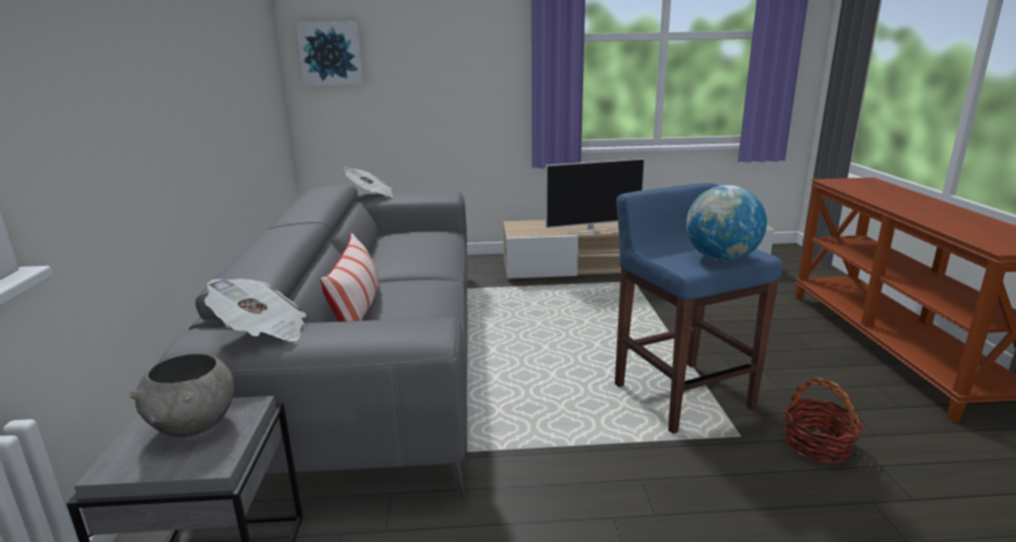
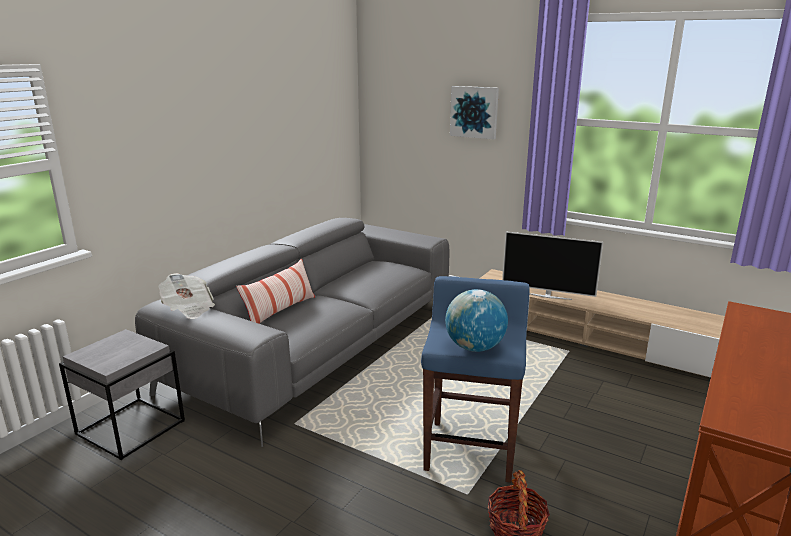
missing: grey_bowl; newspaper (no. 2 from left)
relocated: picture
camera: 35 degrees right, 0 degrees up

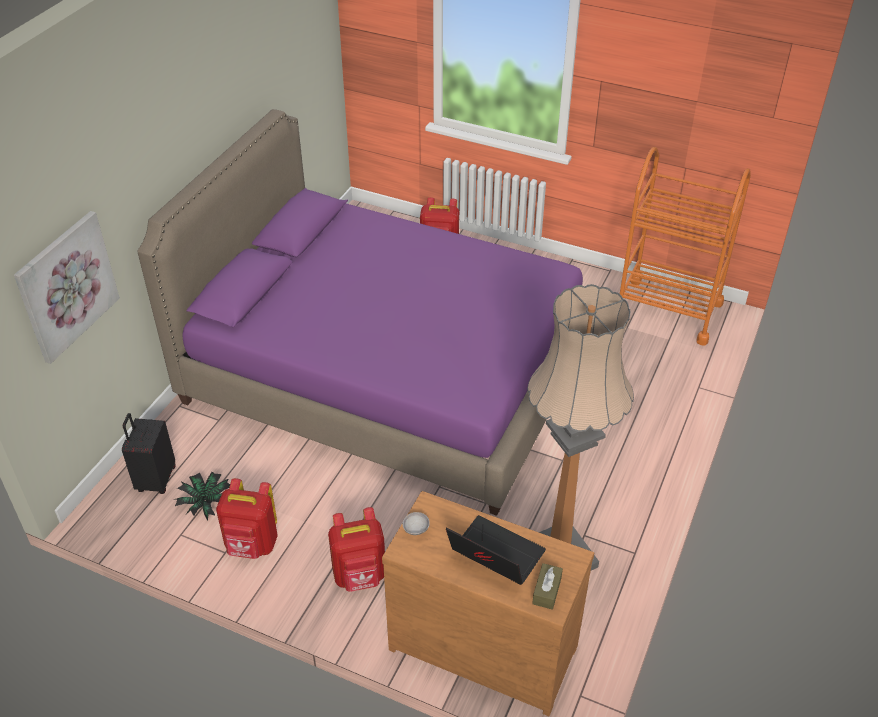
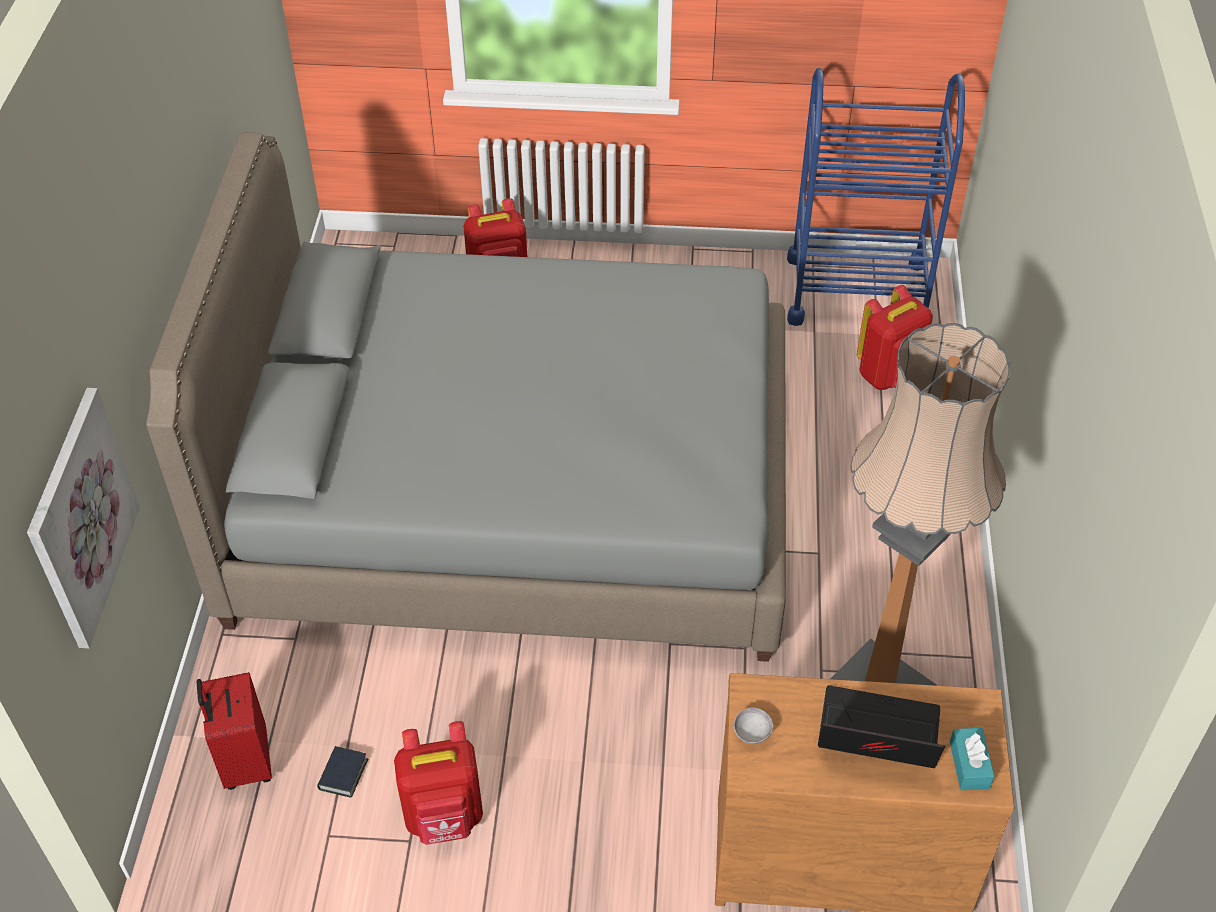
relocated: red_backpack (no. 2 from left in the first image) to red_backpack (no. 3 from left)
exchanged: potted_plant to book
colour: purple_bed to grey_bed; black_suitcase to red_suitcase; orange_cart to blue_cart; brown_tissue_box to turquoise_tissue_box
camera: 20 degrees left, 5 degrees up

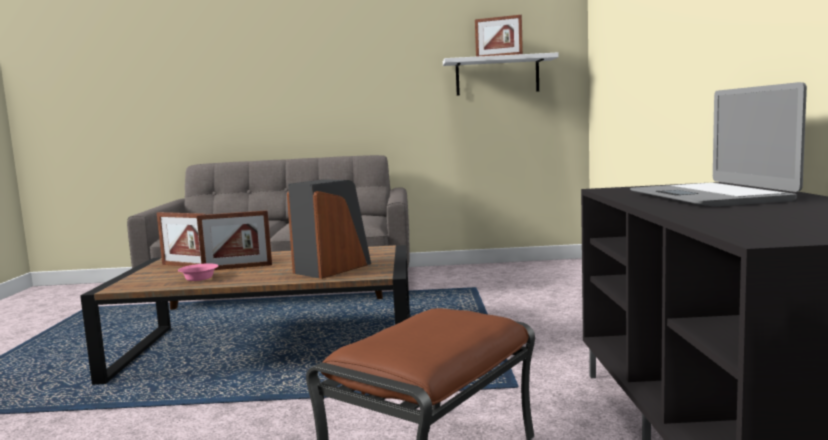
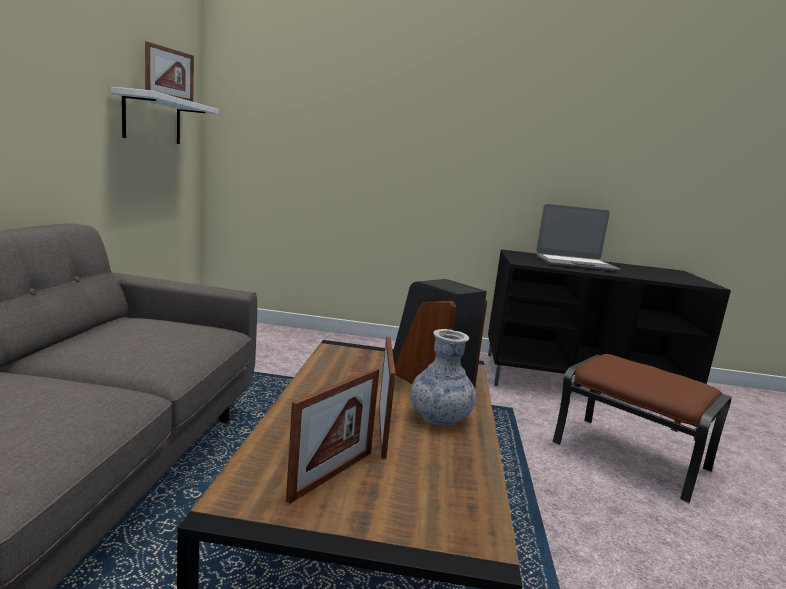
missing: pink_bowl
appeared: vase
camera: 85 degrees left, 5 degrees up

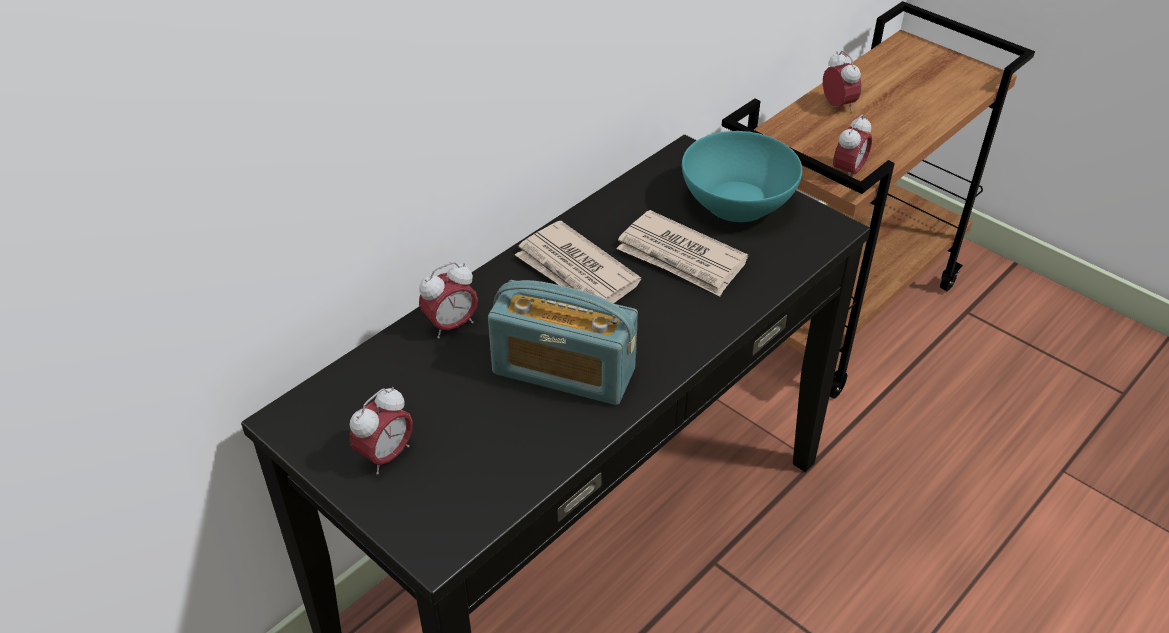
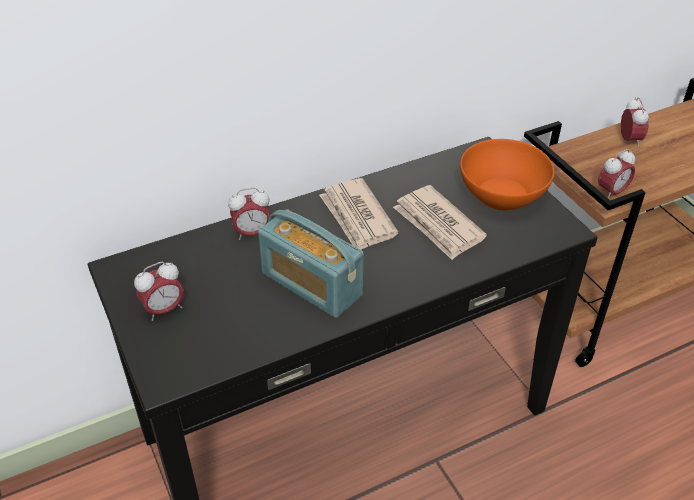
colour: turquoise_bowl to orange_bowl
camera: 20 degrees right, 0 degrees up

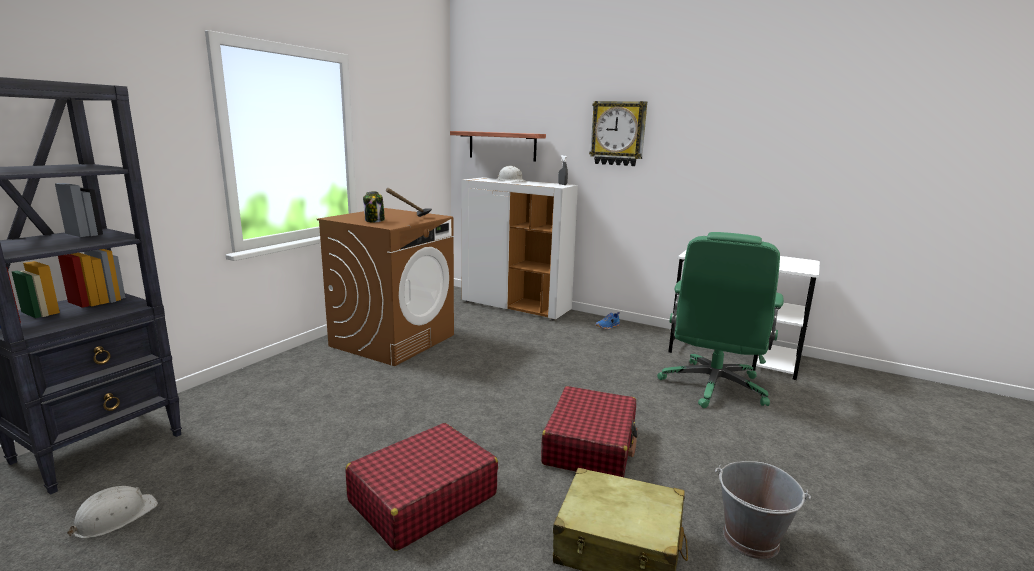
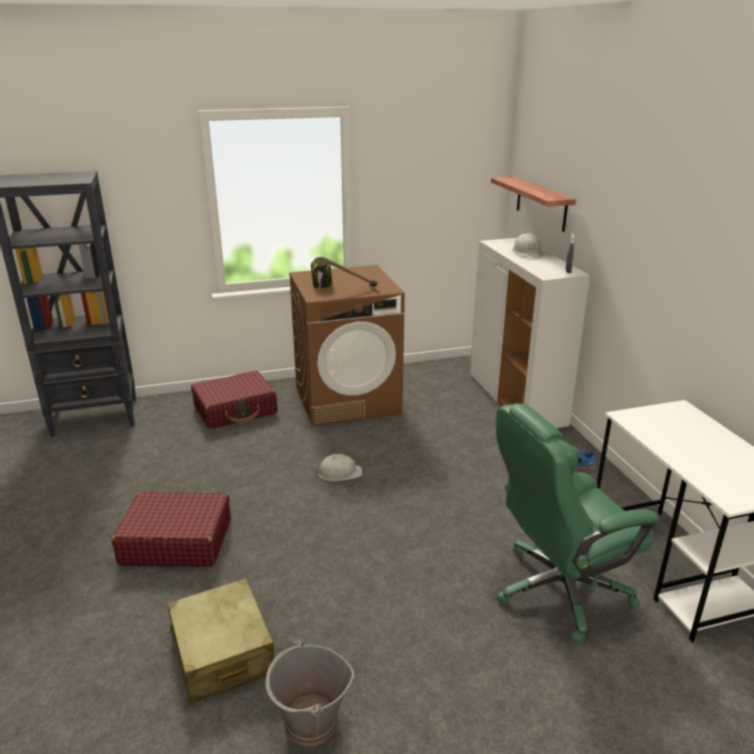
missing: wall_clock
relocated: red_suitcase (no. 2 from left); white_hard_hat (no. 1 from left)
camera: 45 degrees right, 10 degrees up

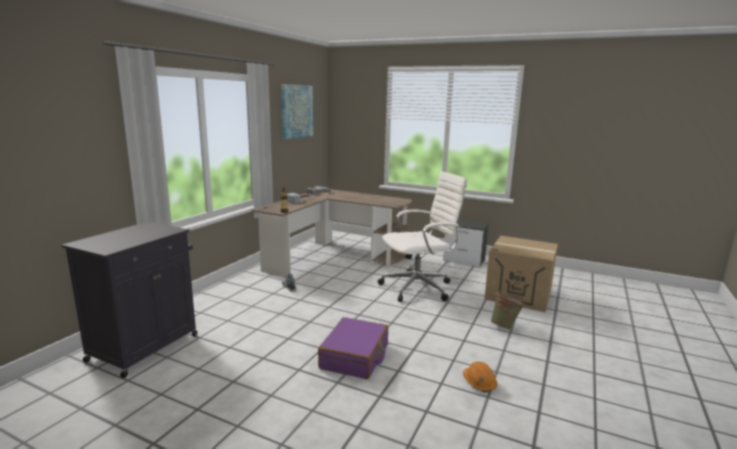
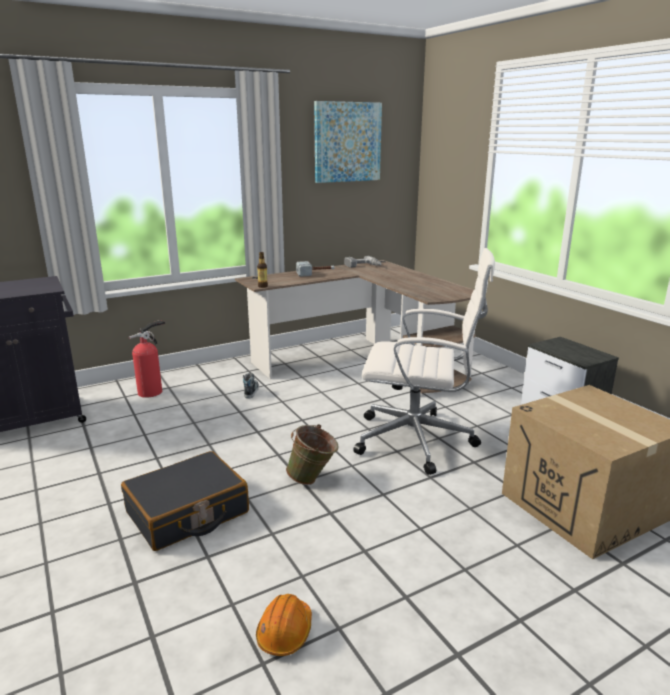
appeared: fire_extinguisher
relocated: green_bucket
colour: purple_suitcase to black_suitcase
camera: 35 degrees right, 5 degrees up

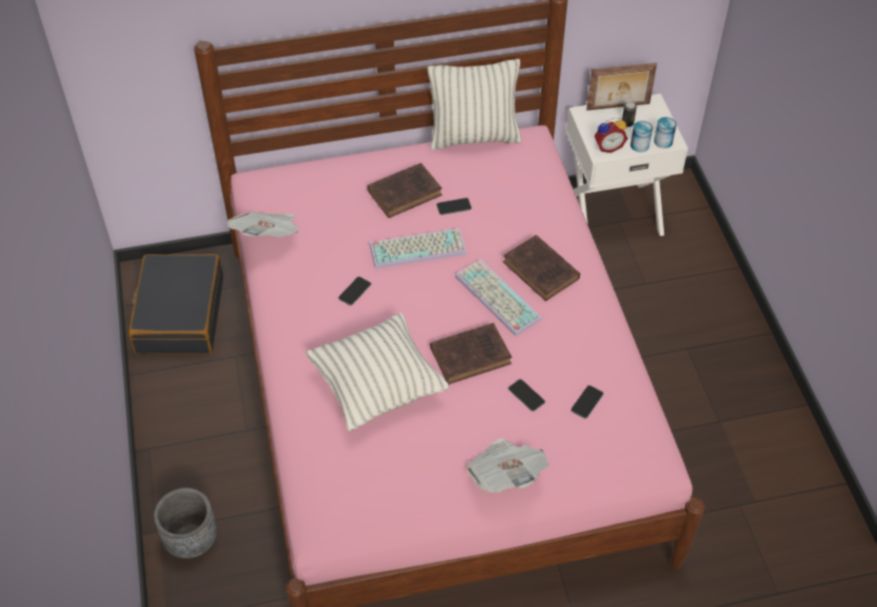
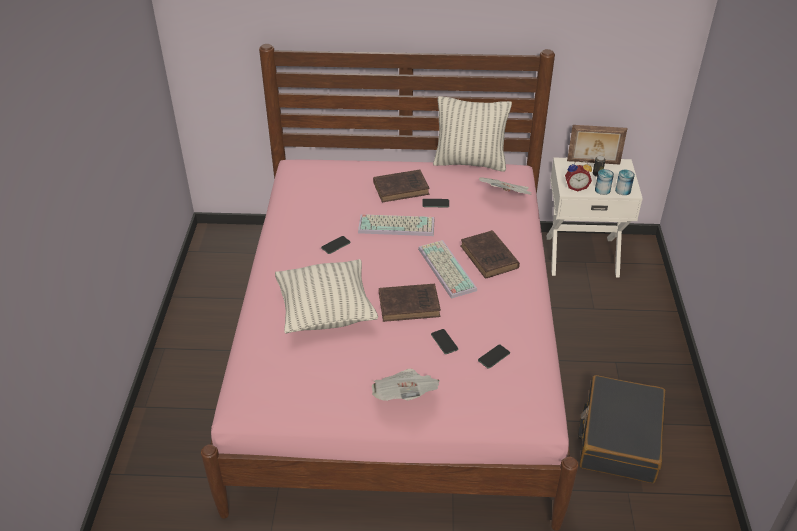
missing: grey_planter
relocated: newspaper (no. 1 from left in the first image) to newspaper (no. 2 from left); black_suitcase
camera: 15 degrees right, 10 degrees down

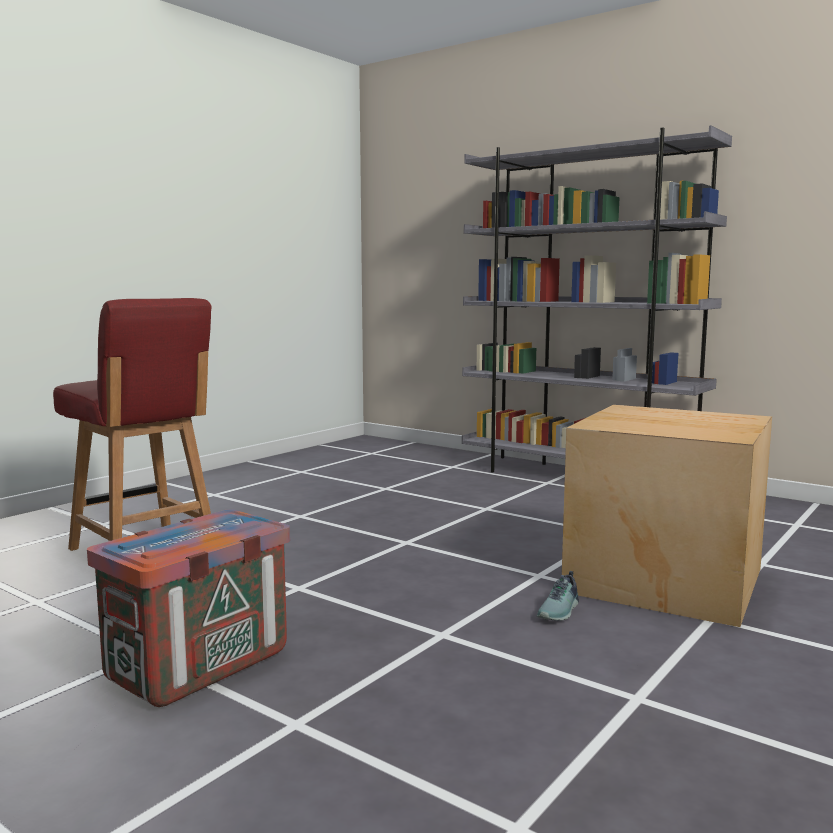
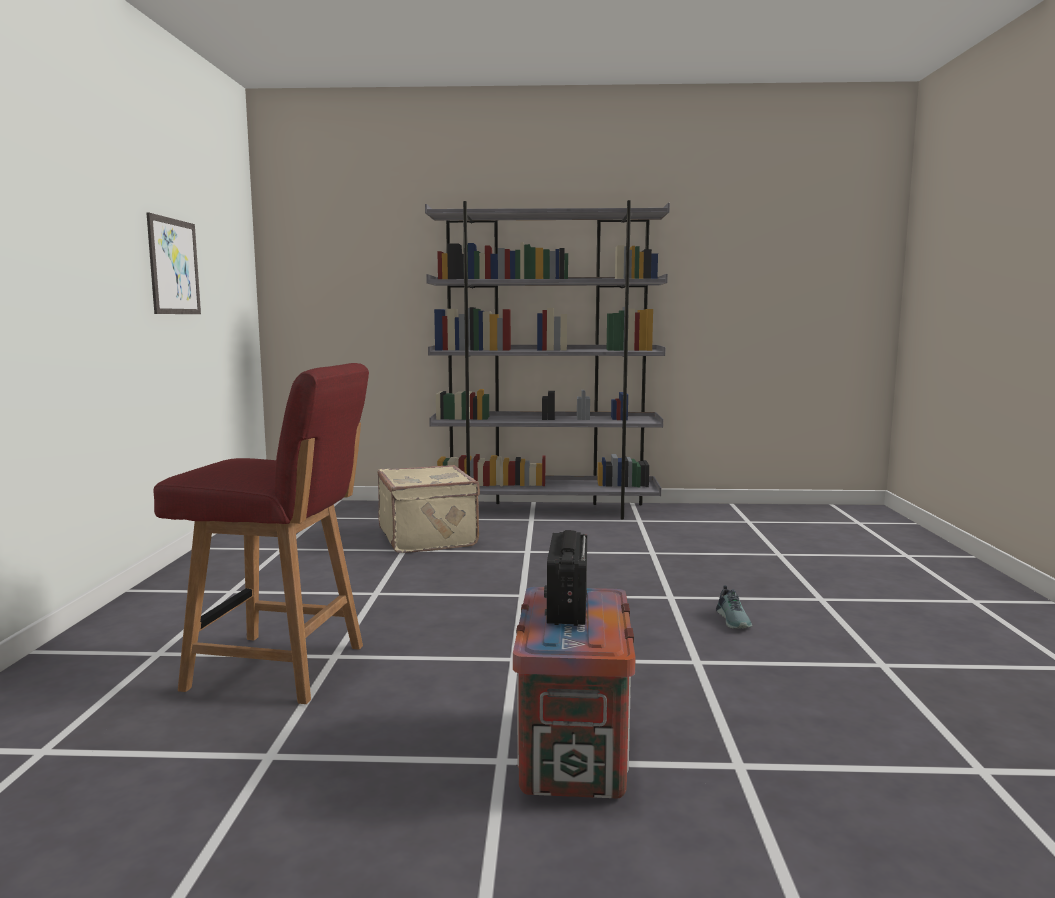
missing: cardboard_box
appeared: picture; beige_suitcase; radio
camera: 35 degrees left, 0 degrees up

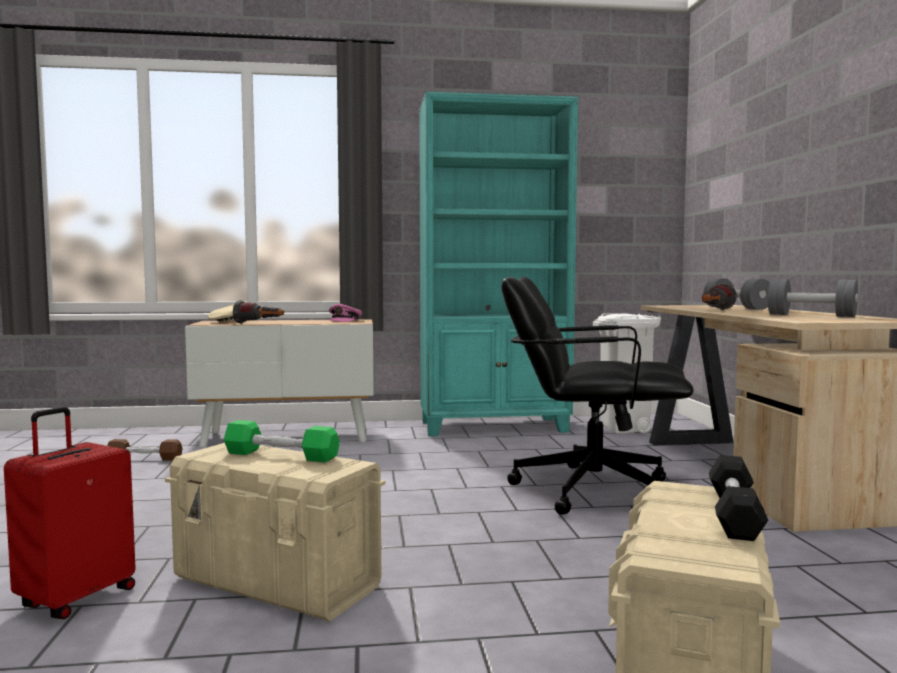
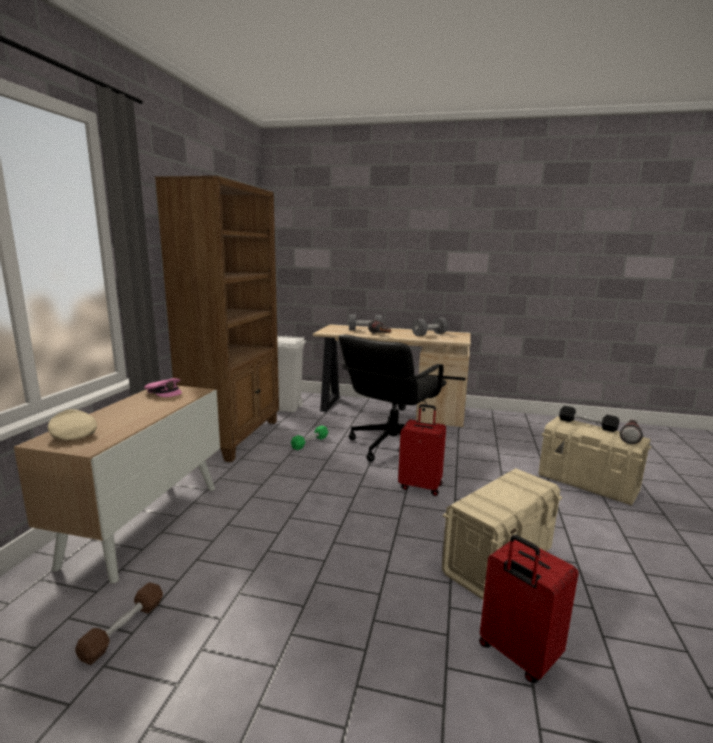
appeared: red_suitcase (no. 1 from left)
relocated: green_dumbbell; flashlight (no. 1 from left in the first image) to flashlight (no. 2 from left)
colour: turquoise_bookcase to brown_bookcase
camera: 70 degrees left, 10 degrees up

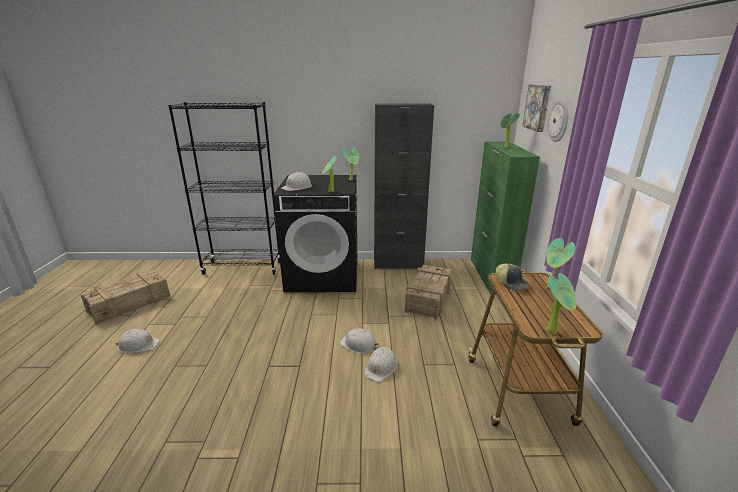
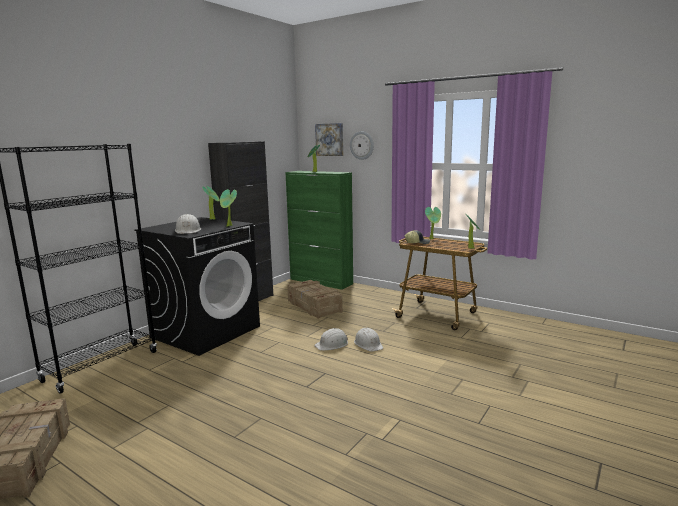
missing: white_hard_hat (no. 1 from left)
camera: 55 degrees left, 10 degrees down

